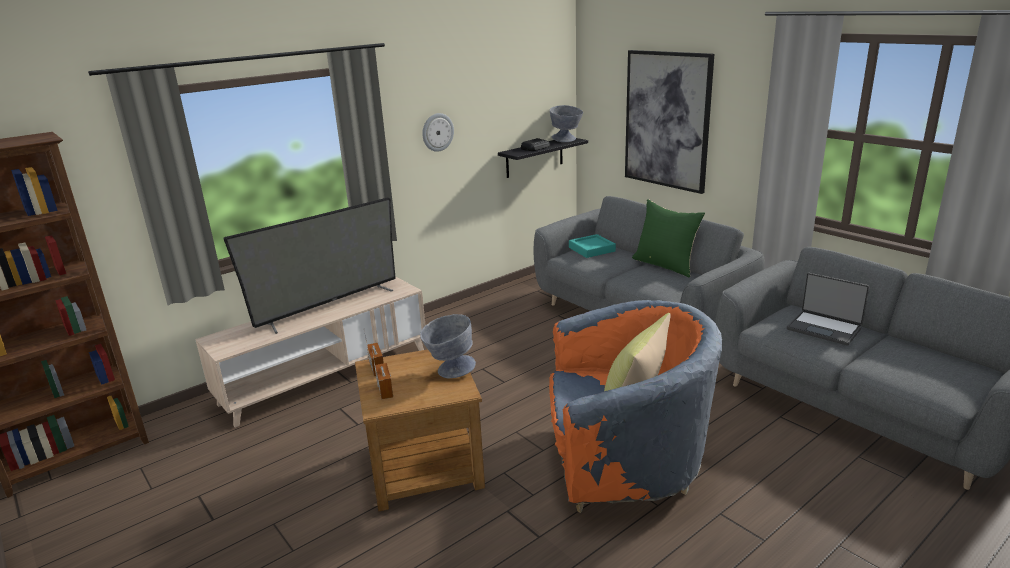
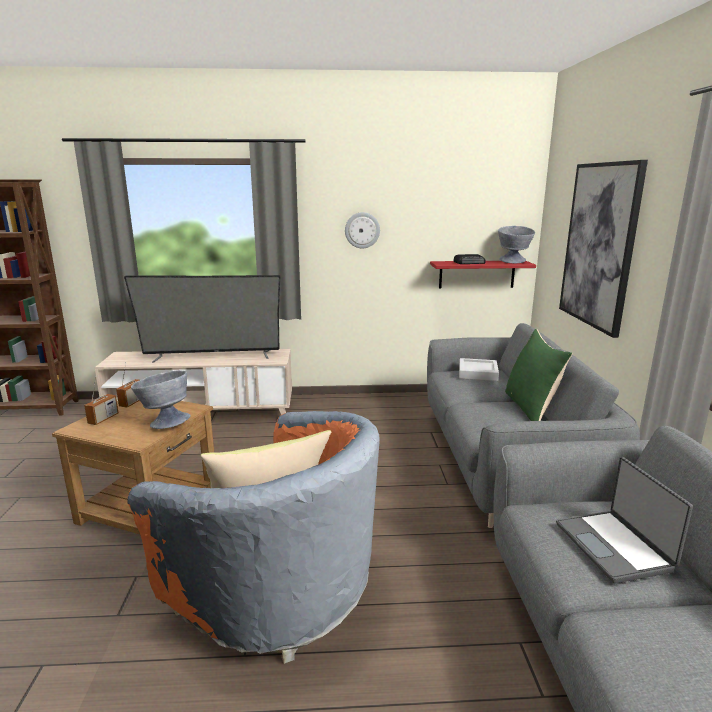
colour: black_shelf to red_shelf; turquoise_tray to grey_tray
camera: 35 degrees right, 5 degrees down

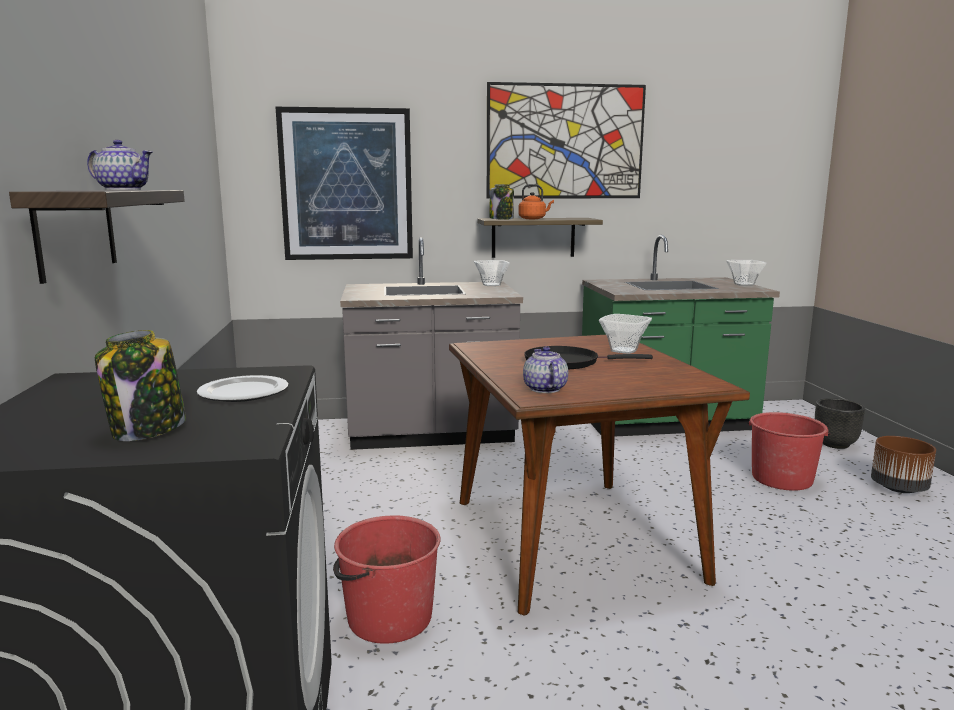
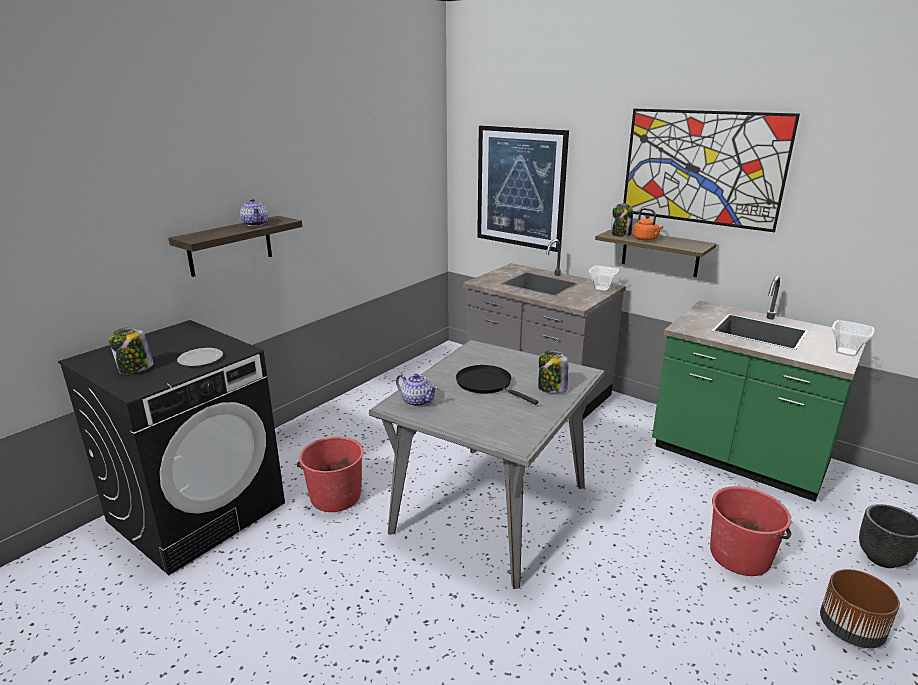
exchanged: bowl (no. 2 from left) to jar (no. 2 from left)
colour: brown_dining_table to grey_dining_table
spun: teapot (no. 2 from left) 90 degrees clockwise
camera: 45 degrees right, 10 degrees up

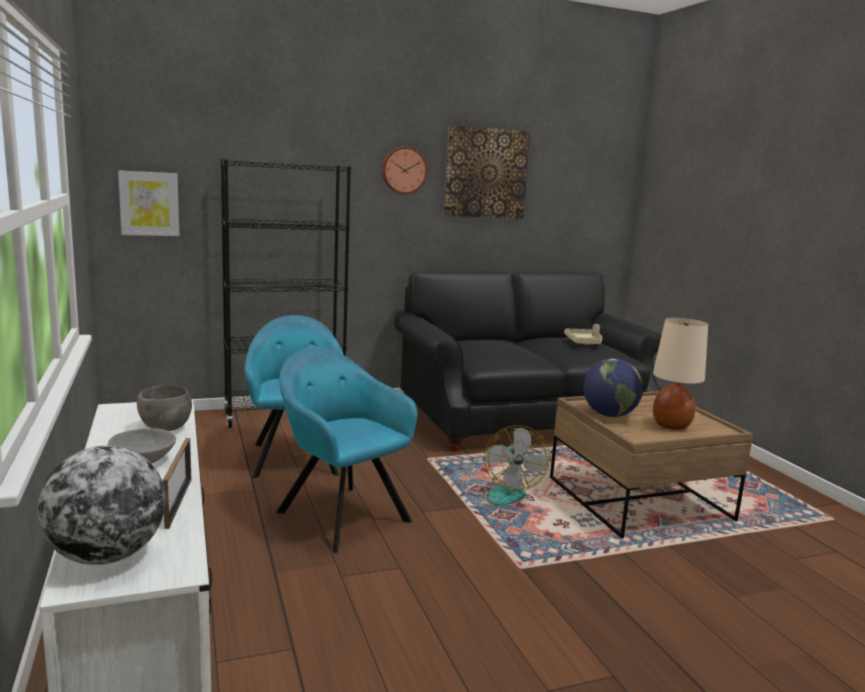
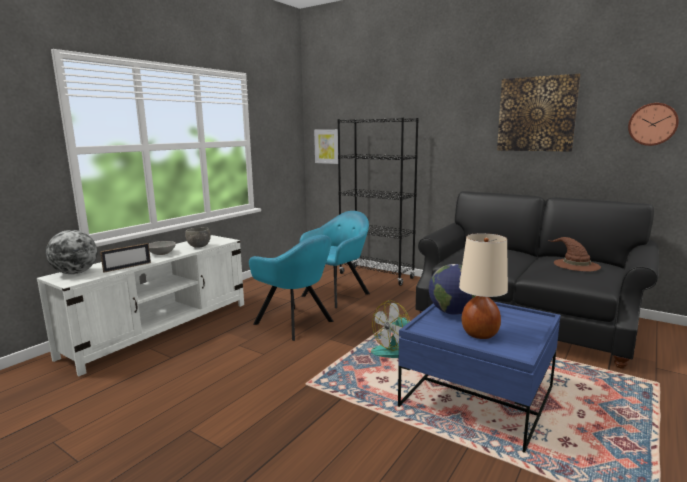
relocated: wall_clock
exchanged: beige_tray to brown_hat
colour: brown_coffee_table to blue_coffee_table
spun: turquoise_armchair (no. 2 from left in the first image) 120 degrees clockwise
camera: 55 degrees right, 0 degrees up

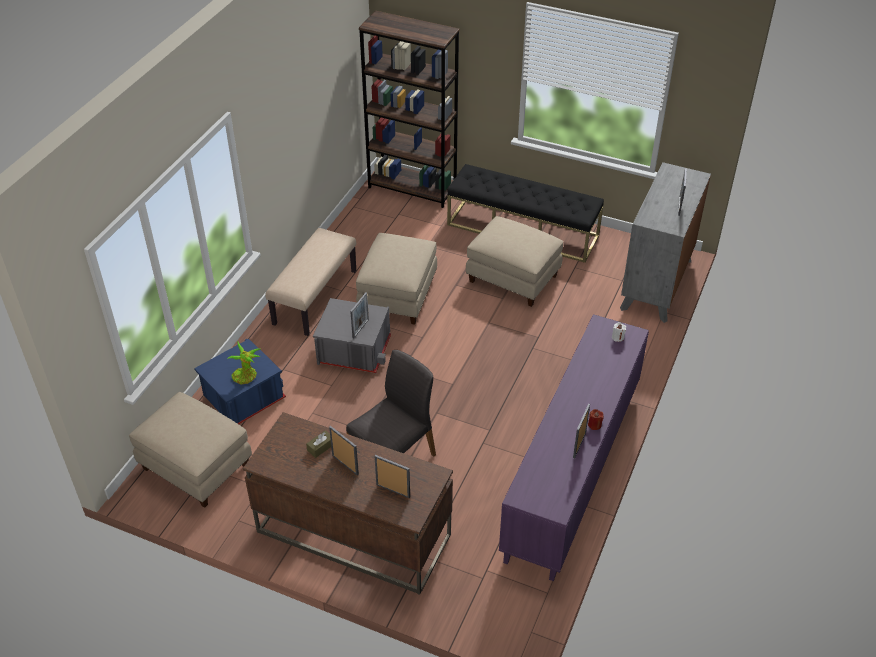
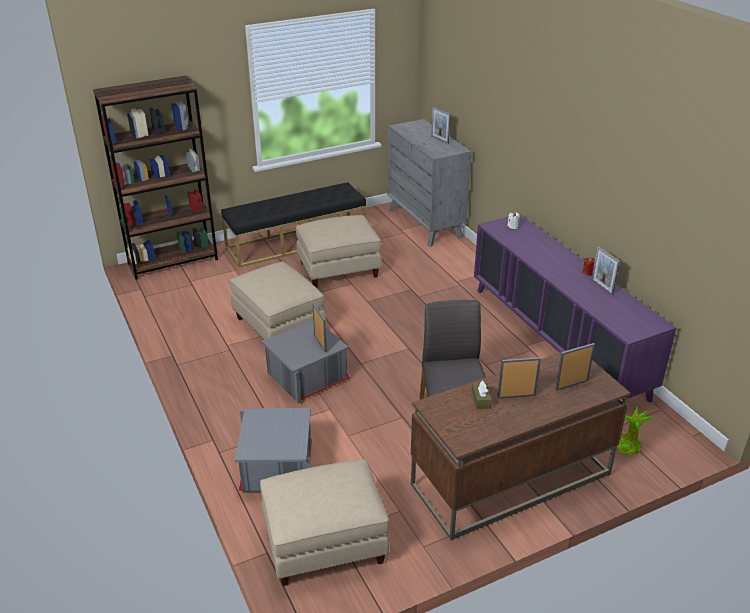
missing: beige_bench
relocated: potted_plant
colour: blue_storage_box to grey_storage_box (no. 1 from left)
camera: 50 degrees left, 10 degrees down

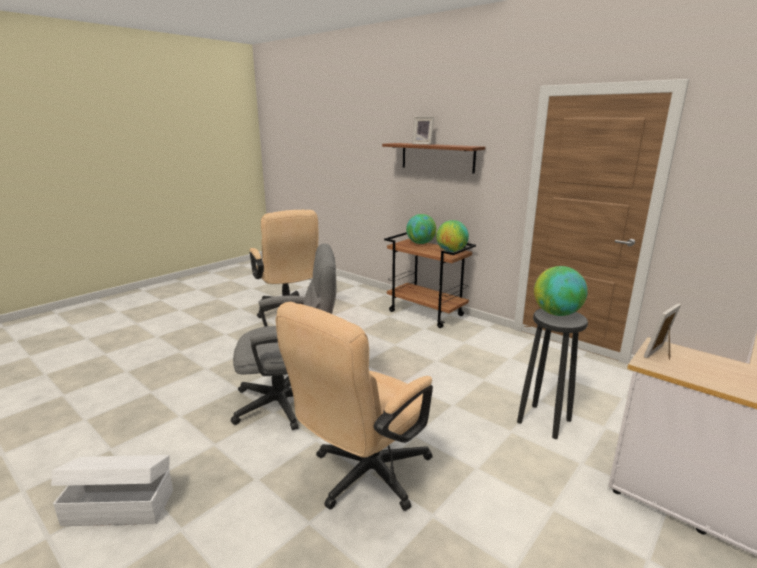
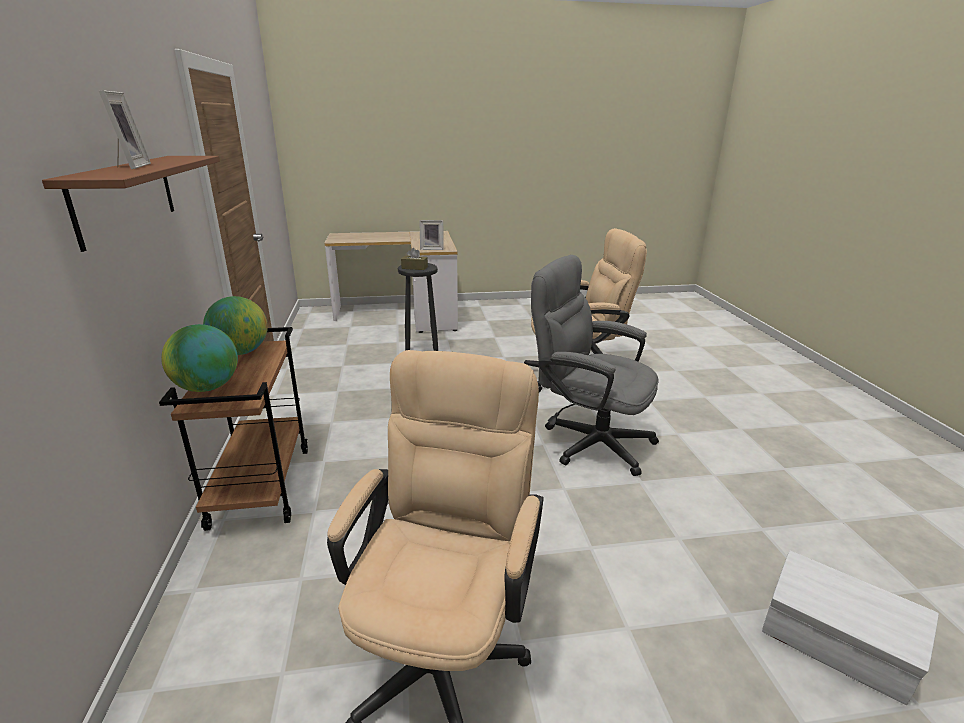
relocated: white_storage_box
exchanged: globe (no. 3 from left) to brown_tissue_box
camera: 140 degrees left, 5 degrees up

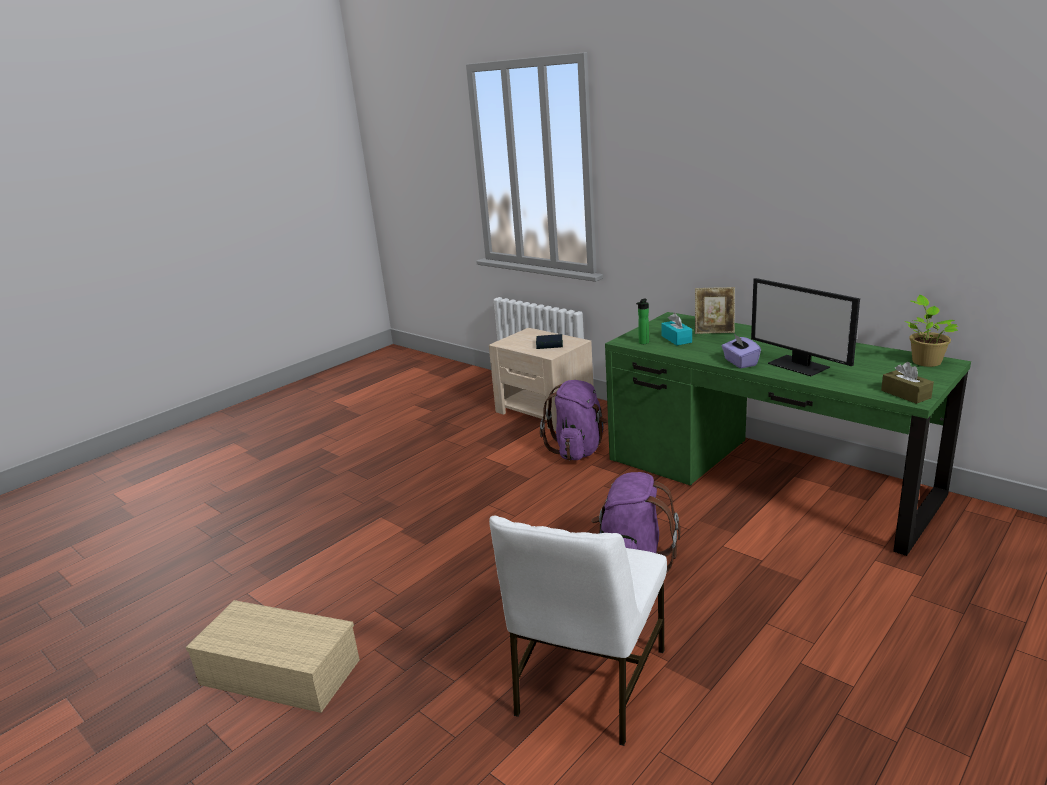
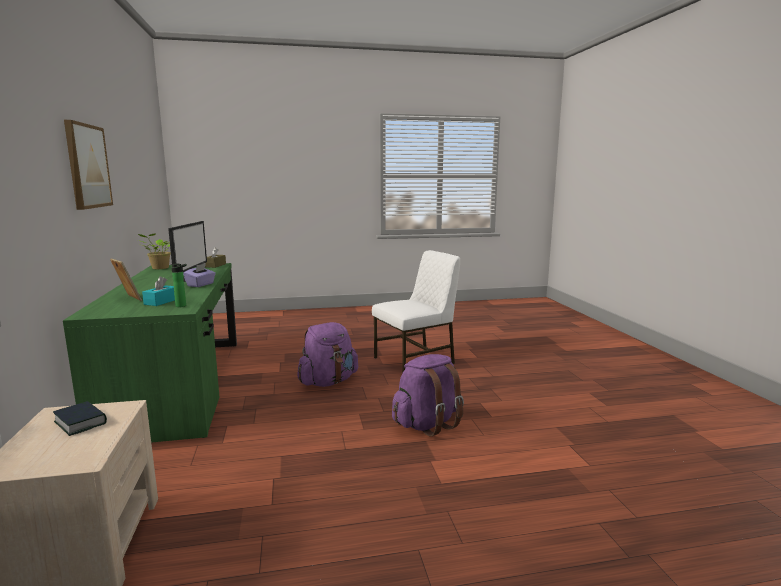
missing: beige_storage_box
appeared: picture
relocated: purple_backpack (no. 1 from left in the first image) to purple_backpack (no. 2 from left)
camera: 145 degrees left, 10 degrees down

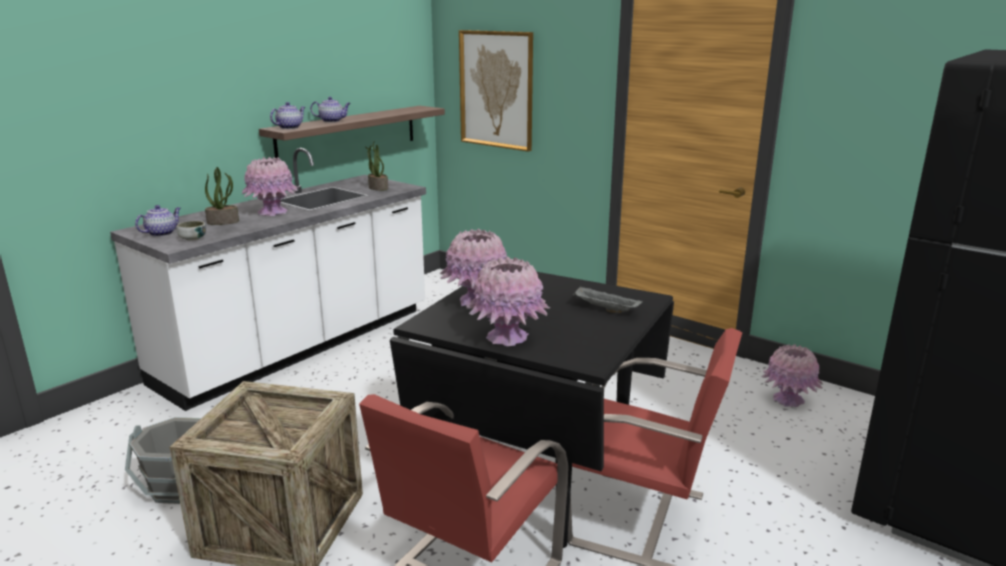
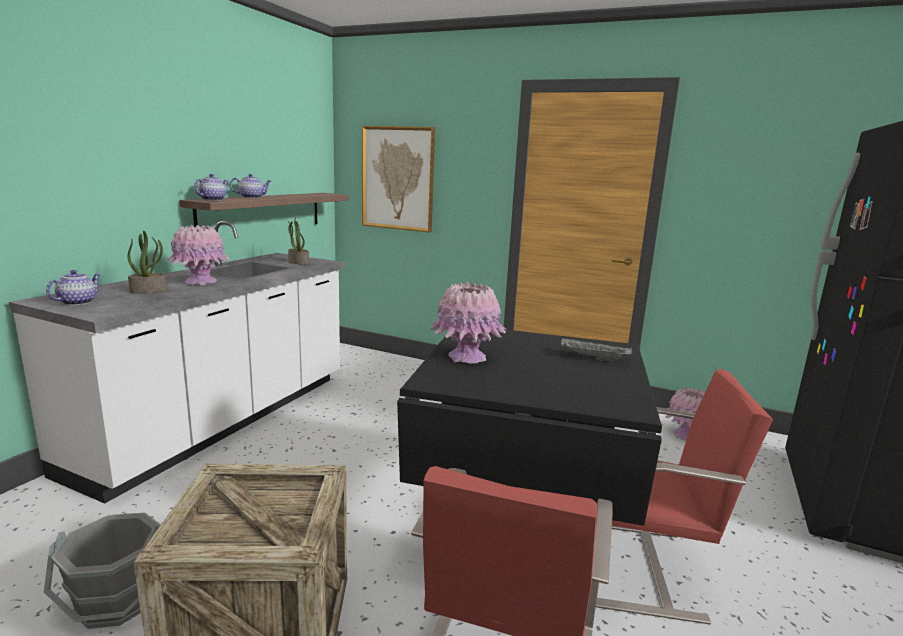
missing: bowl; pink_vase (no. 3 from left)
camera: 15 degrees left, 5 degrees down

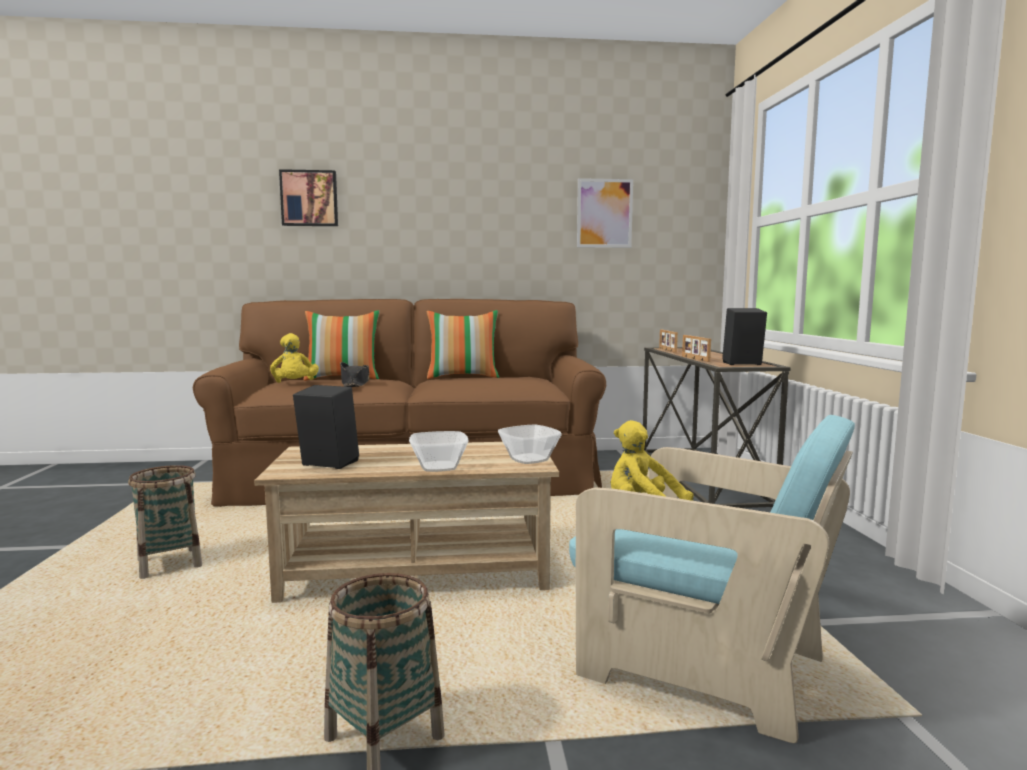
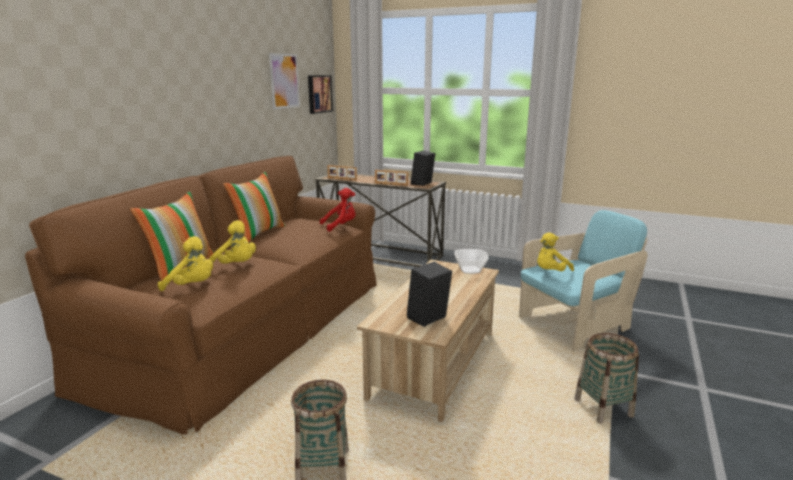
missing: bowl (no. 1 from left)
appeared: red_plush_toy
relocated: picture (no. 1 from left in the first image) to picture (no. 2 from left)
exchanged: black_hat to yellow_plush_toy (no. 2 from left)
camera: 60 degrees left, 10 degrees up

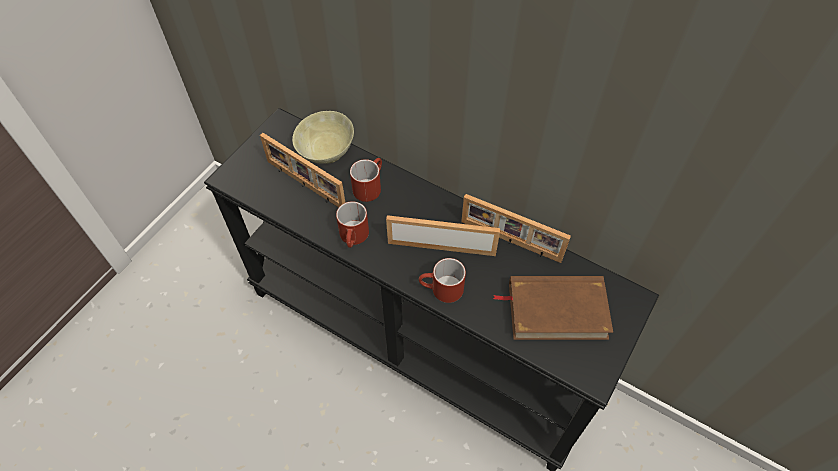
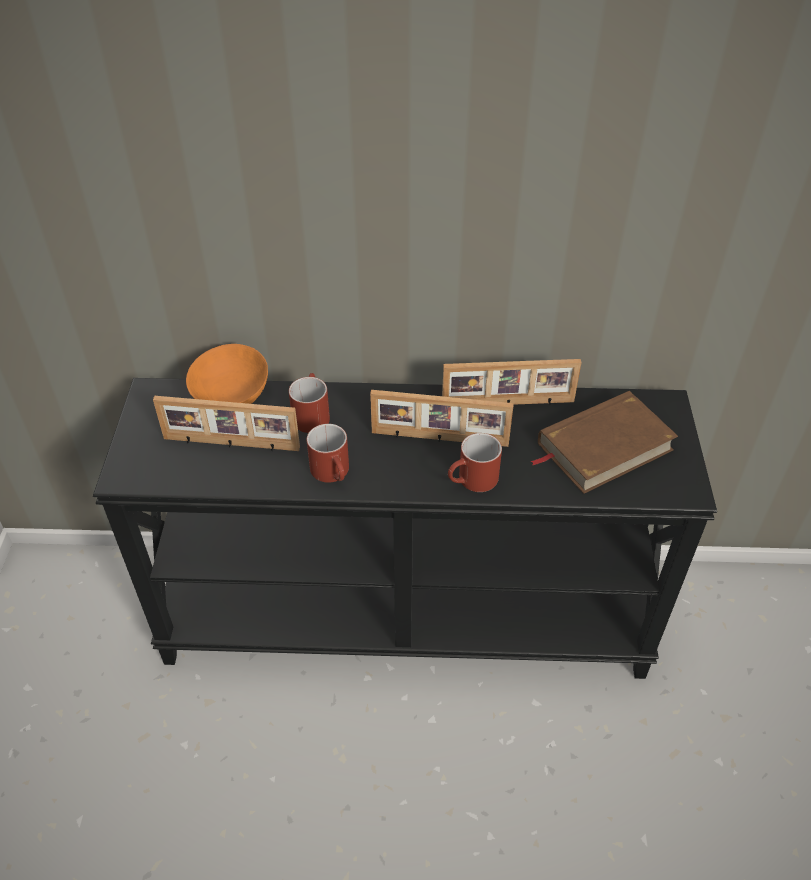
colour: beige_bowl to orange_bowl
spun: picture_frame (no. 2 from left) 150 degrees counterclockwise
camera: 30 degrees left, 10 degrees down

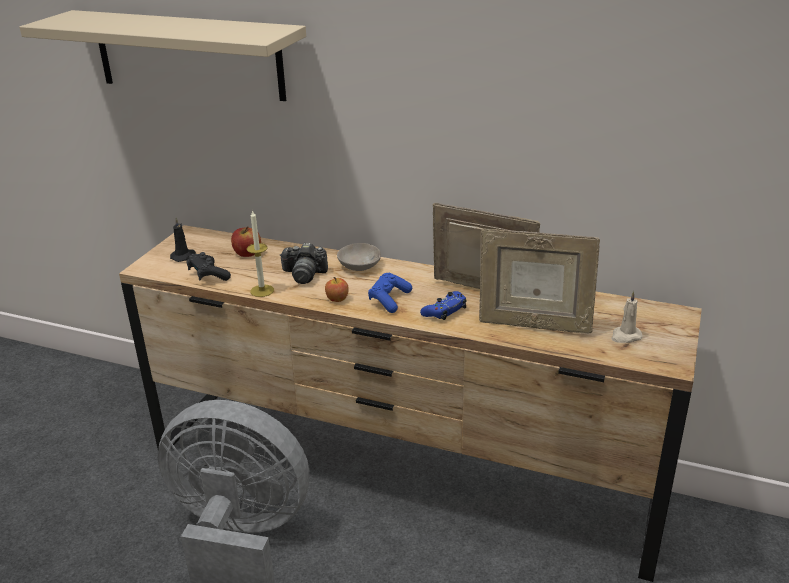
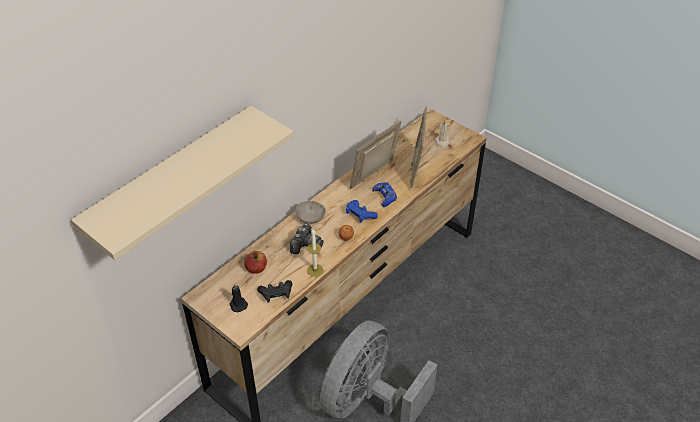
spun: picture_frame (no. 2 from left) 150 degrees clockwise
camera: 70 degrees left, 15 degrees up

